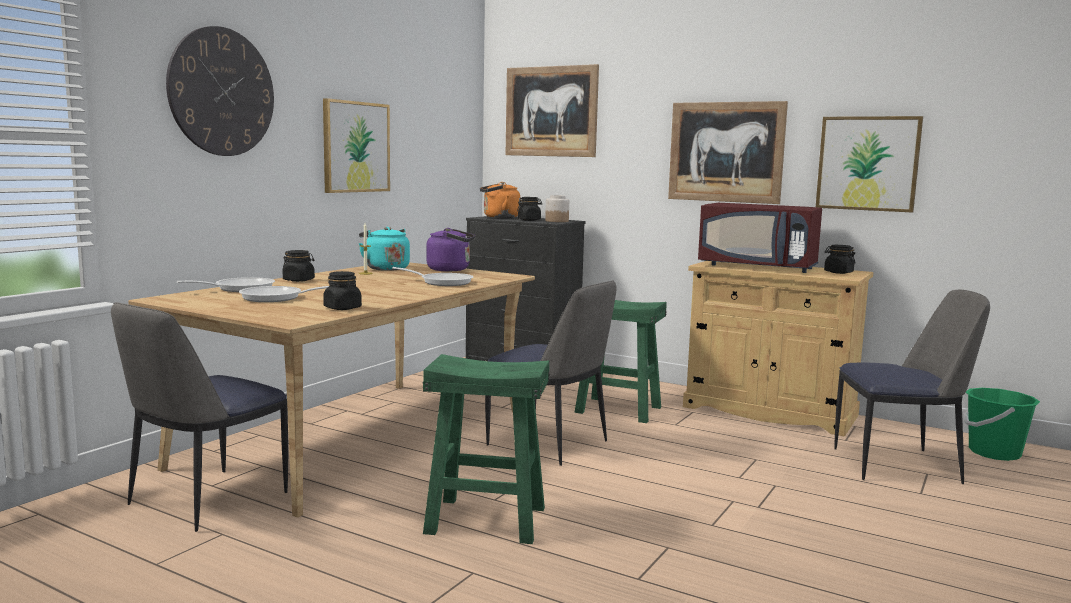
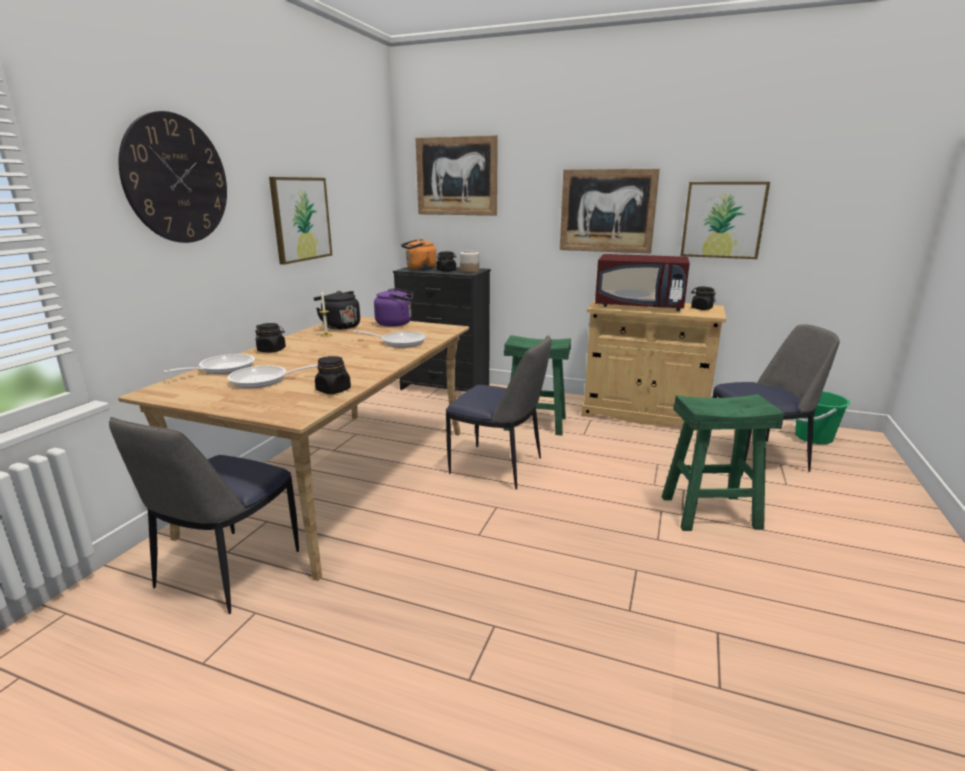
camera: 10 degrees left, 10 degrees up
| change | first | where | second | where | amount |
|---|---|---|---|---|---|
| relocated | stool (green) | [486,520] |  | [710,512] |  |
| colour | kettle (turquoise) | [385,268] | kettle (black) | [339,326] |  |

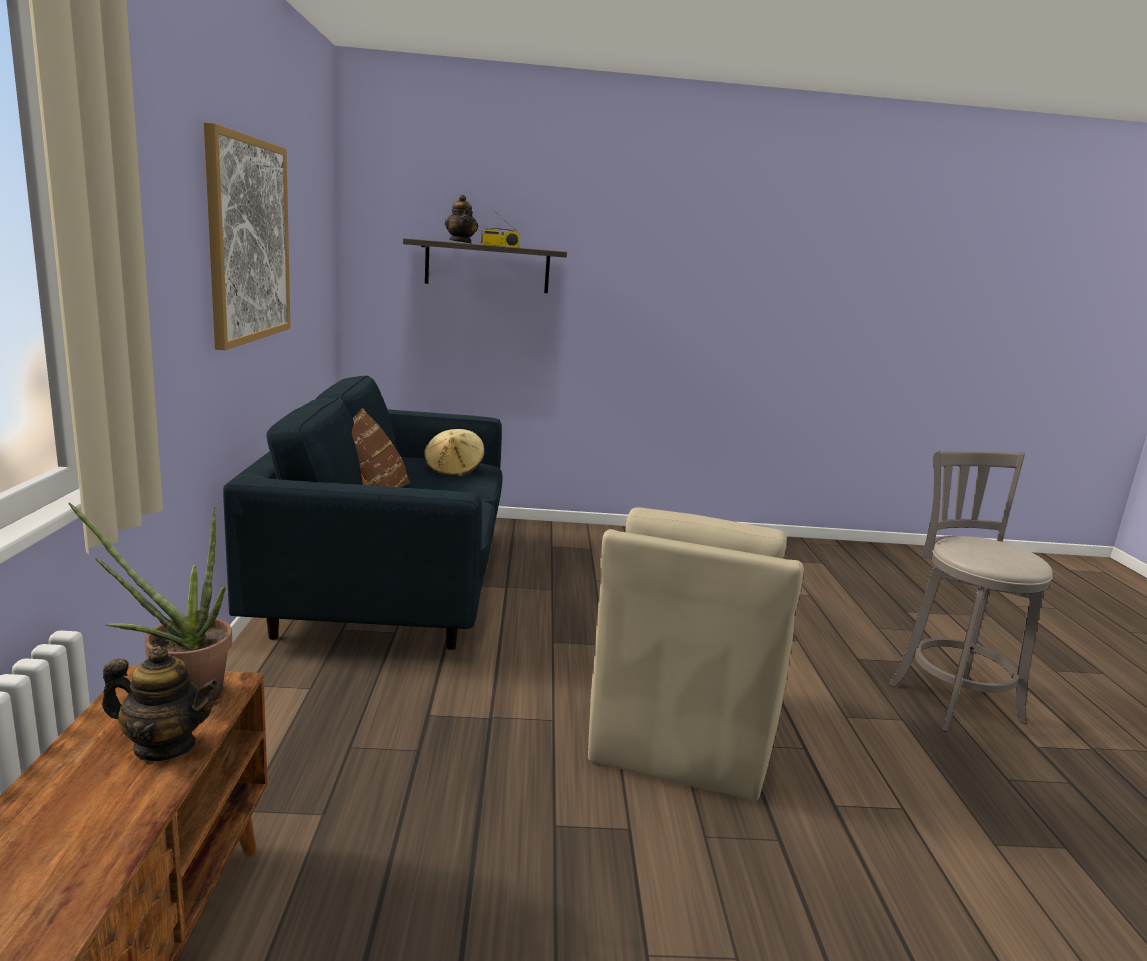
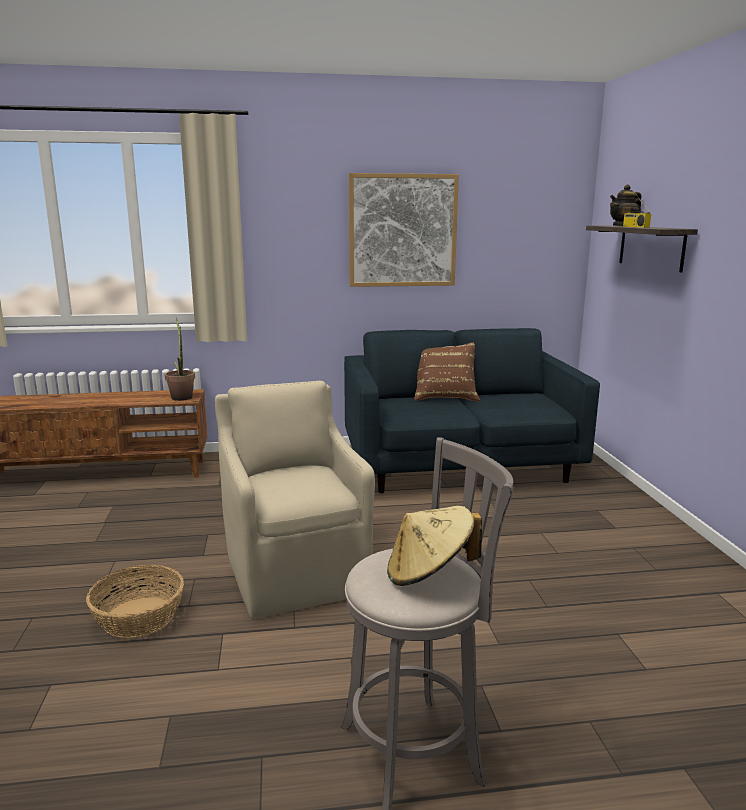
camera: 85 degrees right, 0 degrees up
| change | first | where | second | where | amount |
|---|---|---|---|---|---|
| missing | teapot | [165,746] |  |  |  |
| appeared |  |  | basket | [140,617] |  |
| relocated | hat (beige) | [454,470] |  | [429,573] |  |
| spun | armchair (beige) | [680,738] |  | [296,571] | 60 degrees clockwise |

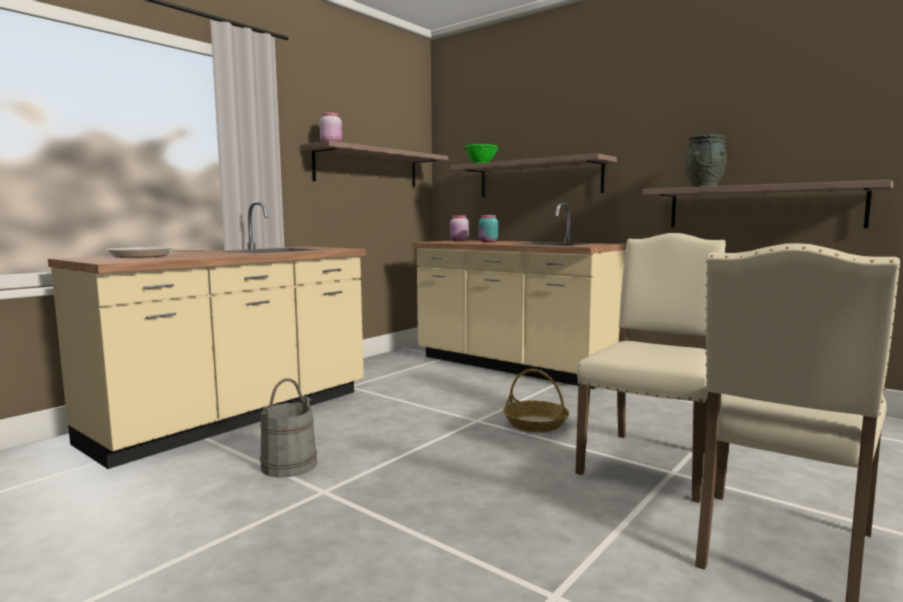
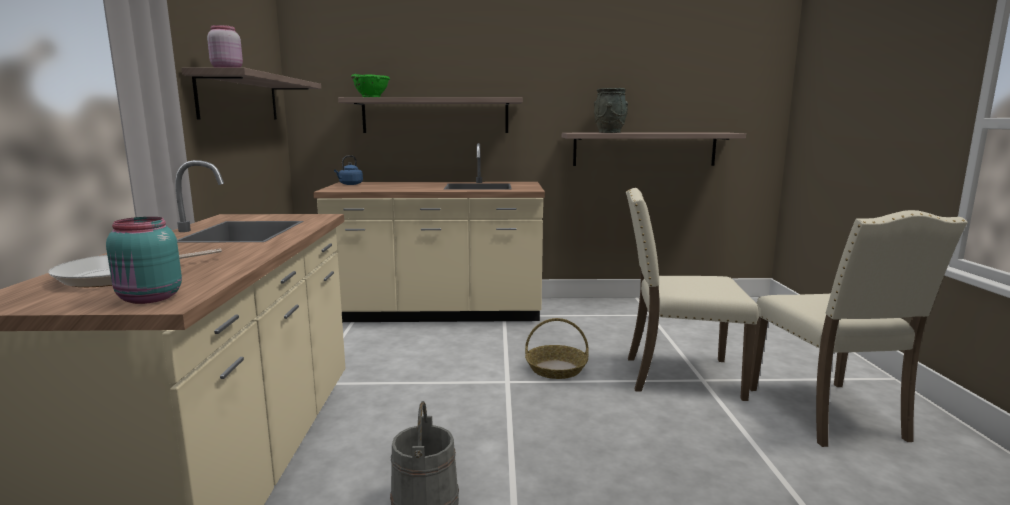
camera: 40 degrees left, 5 degrees up
| change | first | where | second | where | amount |
|---|---|---|---|---|---|
| relocated | jar (turquoise) | [488,241] |  | [149,298] |  |
| exchanged | jar (pink) | [459,240] | kettle (blue) | [350,184] |  |
| spun | chair (beige) | [650,462] |  | [679,376] | 75 degrees counterclockwise |

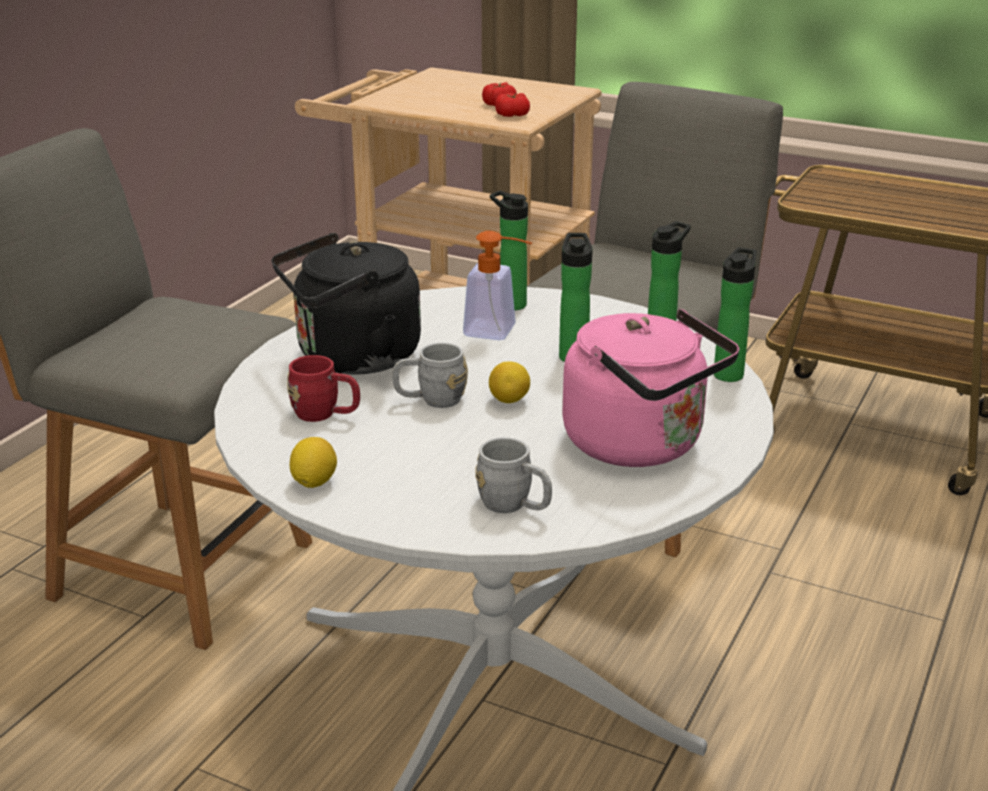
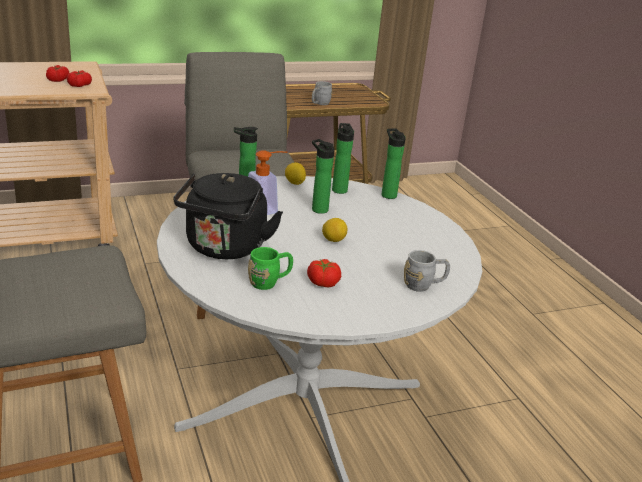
camera: 50 degrees left, 0 degrees up
| change | first | where | second | where | amount |
|---|---|---|---|---|---|
| missing | kettle (pink) | [641,445] |  |  |  |
| appeared |  |  | tomato | [323,282] |  |
| relocated | lemon | [314,482] |  | [294,183] |  |
| relocated | mug (grey) | [431,400] |  | [319,103] |  |
| colour | mug (red) | [325,414] | mug (green) | [270,282] |  |

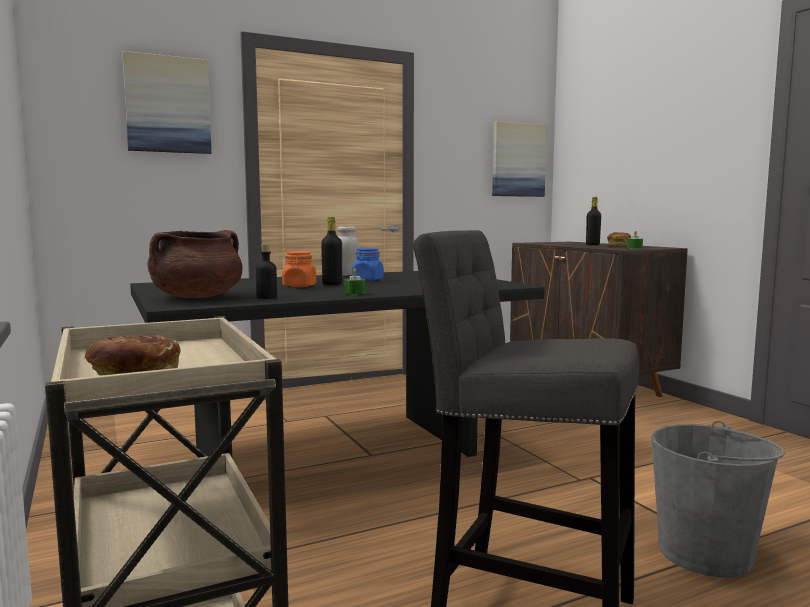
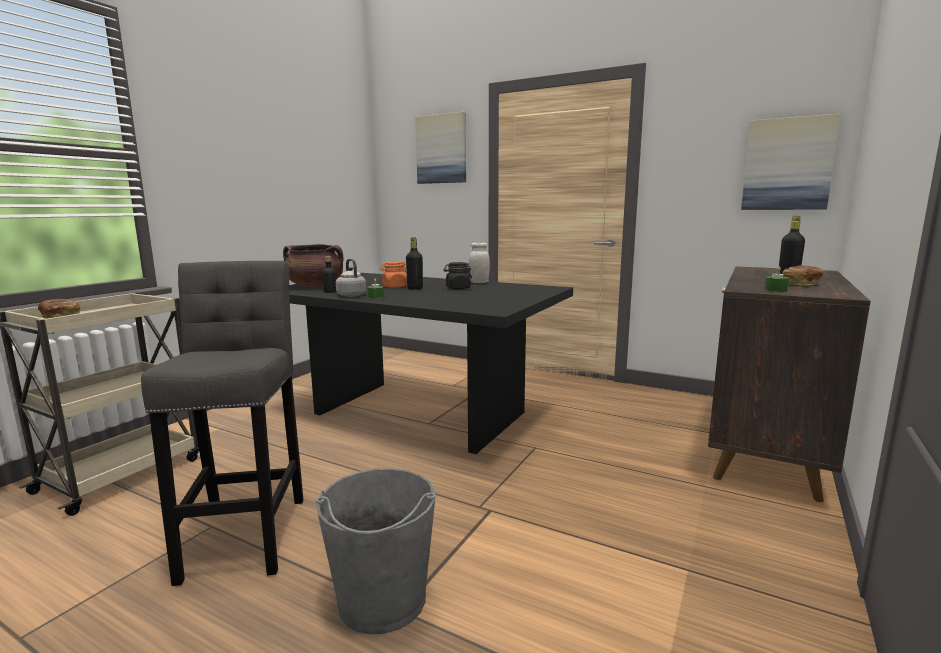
camera: 55 degrees right, 5 degrees up
| change | first | where | second | where | amount |
|---|---|---|---|---|---|
| appeared |  |  | kettle (grey) | [351,295] |  |
| colour | jar (blue) | [367,280] | jar (black) | [457,288] |  |

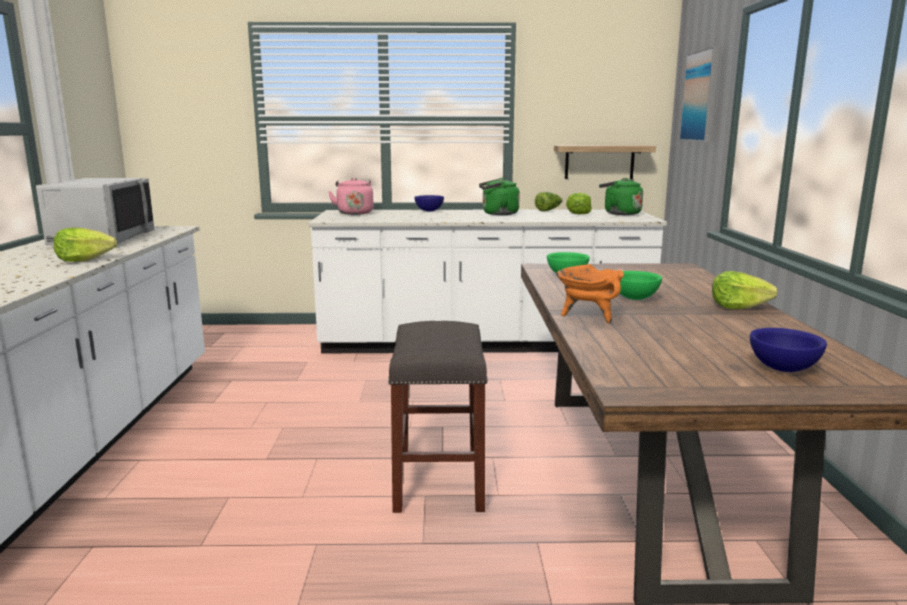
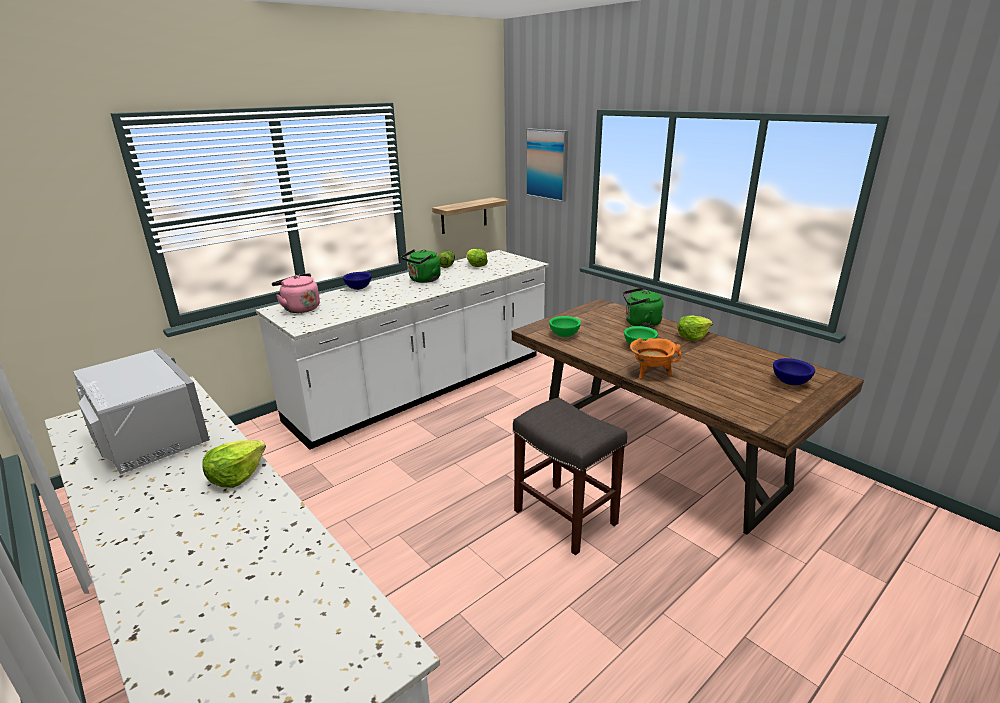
camera: 40 degrees left, 10 degrees up
| change | first | where | second | where | amount |
|---|---|---|---|---|---|
| relocated | kettle (green) | [619,213] |  | [640,323] |  |

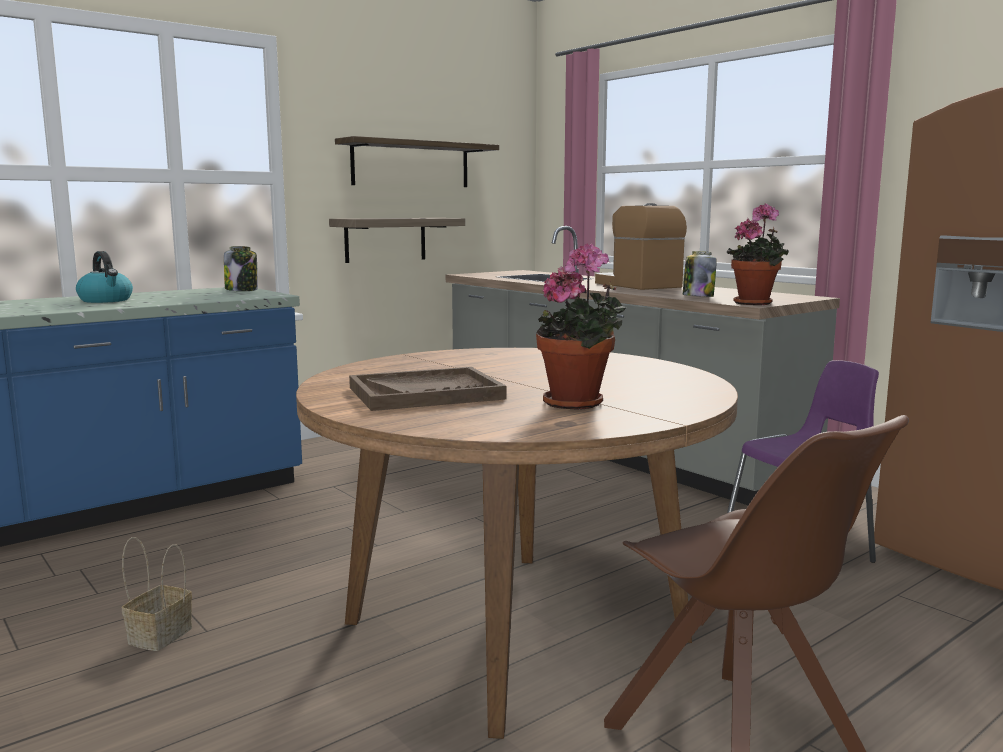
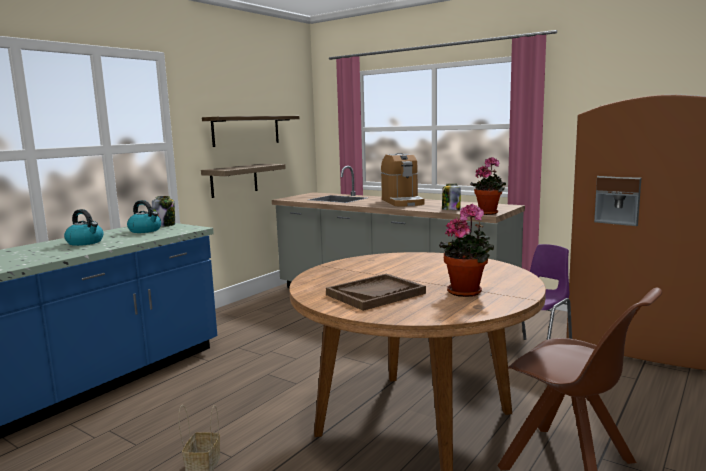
camera: 15 degrees left, 0 degrees up
| change | first | where | second | where | amount |
|---|---|---|---|---|---|
| appeared |  |  | kettle | [145,230] |  |
| spun | coffee machine | [637,285] |  | [402,202] | 150 degrees counterclockwise |

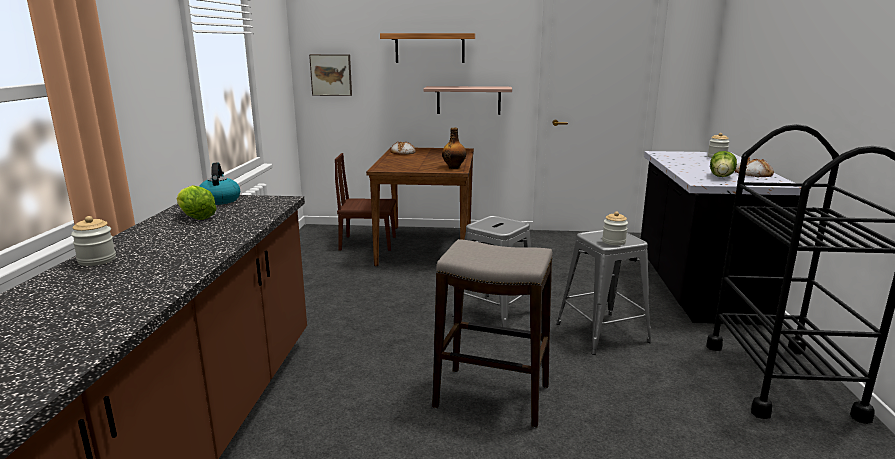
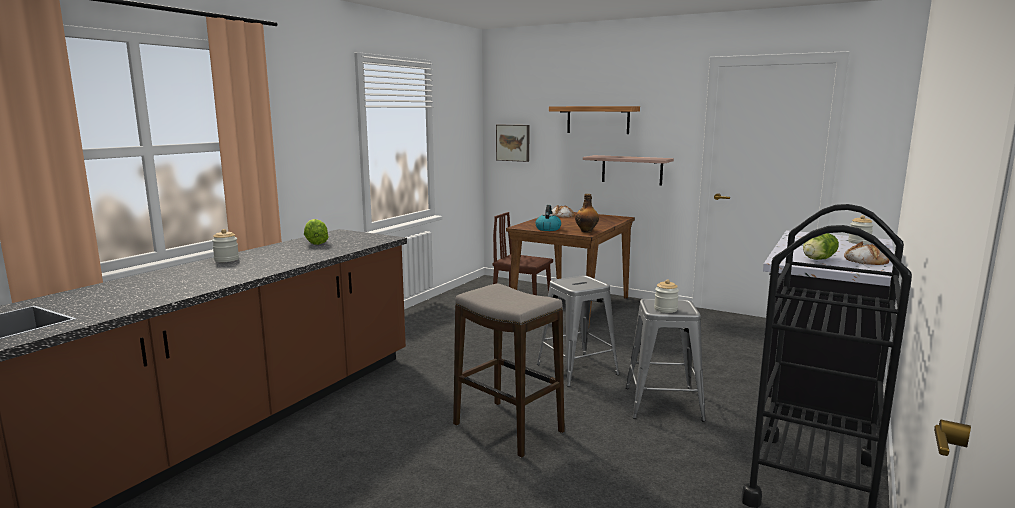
camera: 25 degrees right, 5 degrees down
| change | first | where | second | where | amount |
|---|---|---|---|---|---|
| relocated | kettle | [220,200] |  | [548,229] |  |

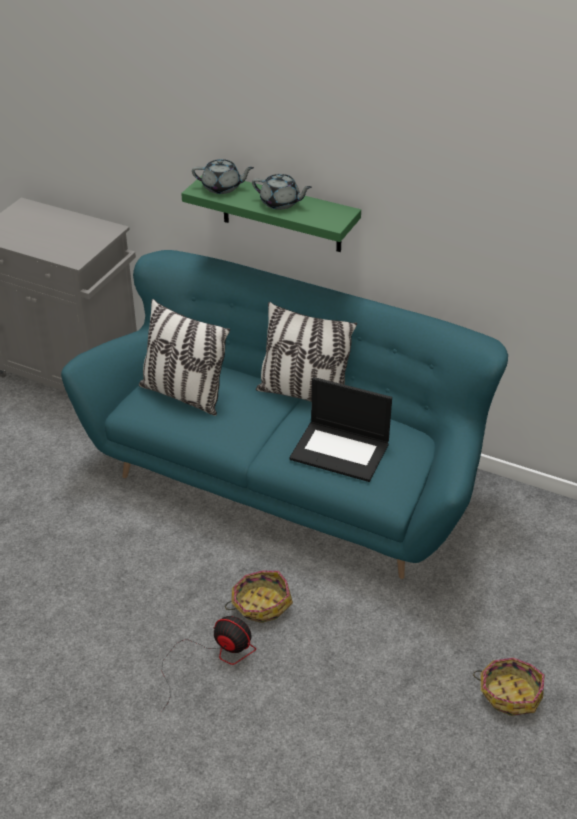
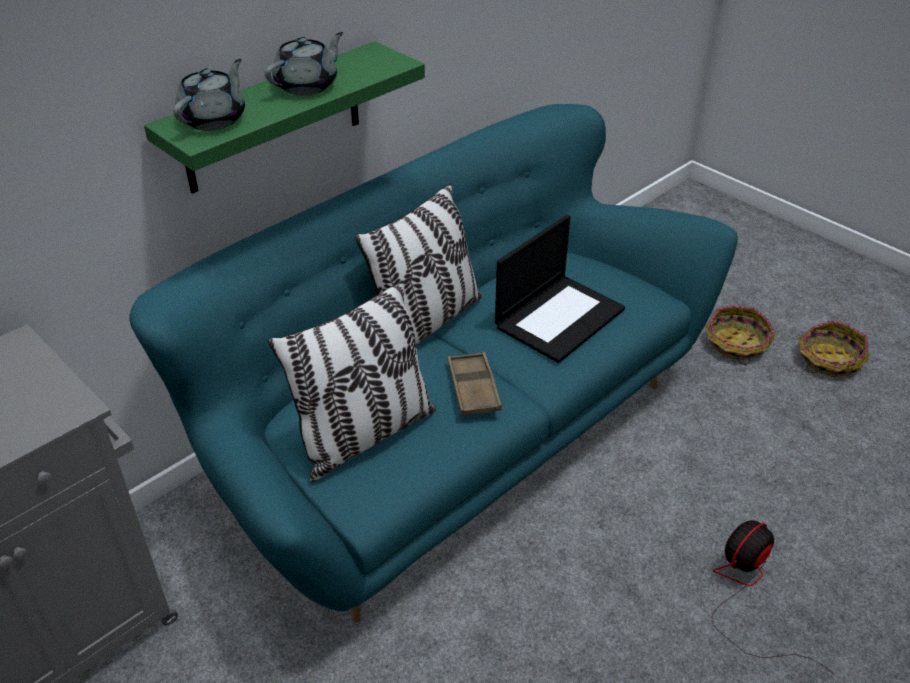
camera: 70 degrees left, 0 degrees up
| change | first | where | second | where | amount |
|---|---|---|---|---|---|
| appeared |  |  | tray (brown) | [473,388] |  |
| relocated | basket | [260,604] |  | [736,344] |  |

